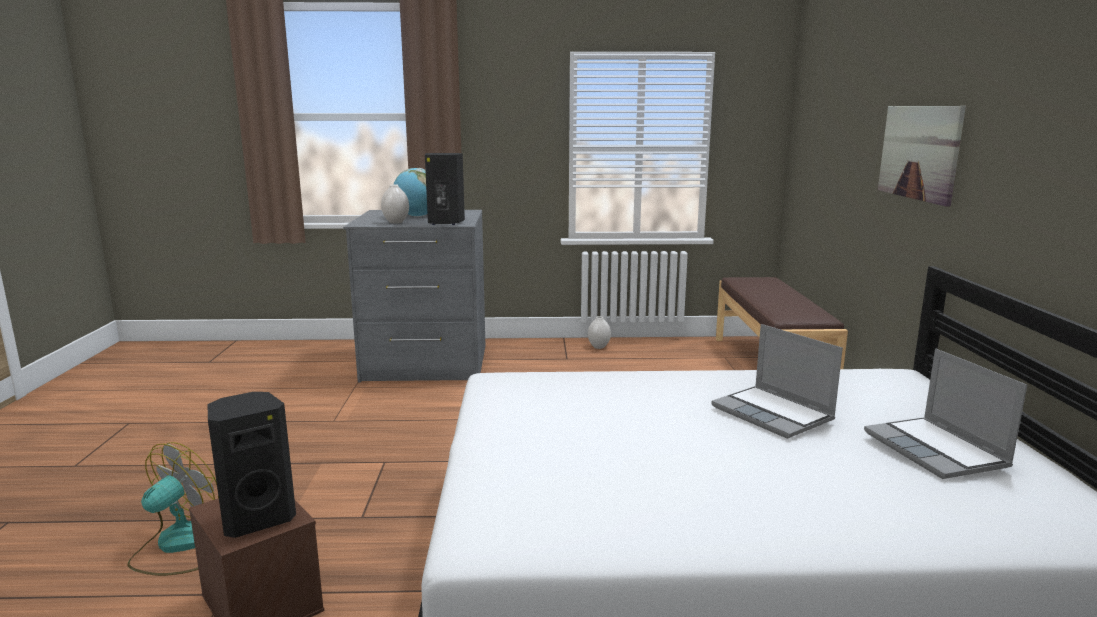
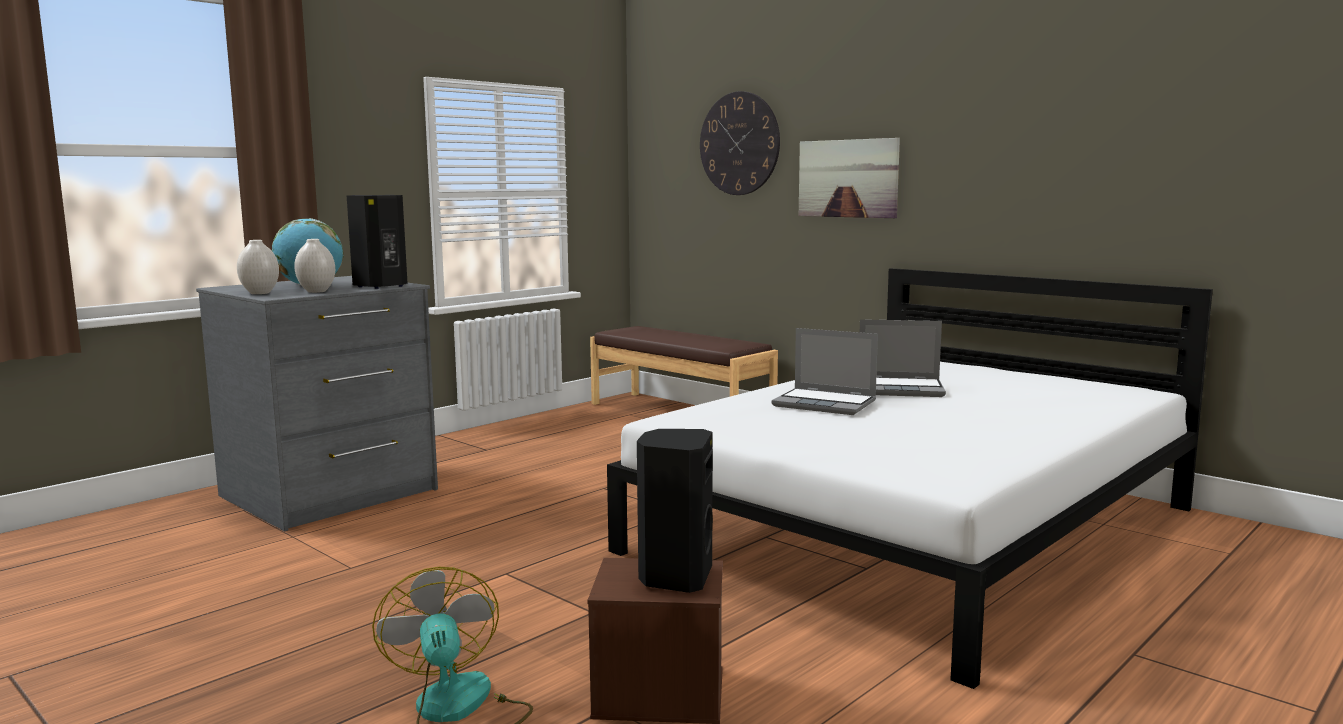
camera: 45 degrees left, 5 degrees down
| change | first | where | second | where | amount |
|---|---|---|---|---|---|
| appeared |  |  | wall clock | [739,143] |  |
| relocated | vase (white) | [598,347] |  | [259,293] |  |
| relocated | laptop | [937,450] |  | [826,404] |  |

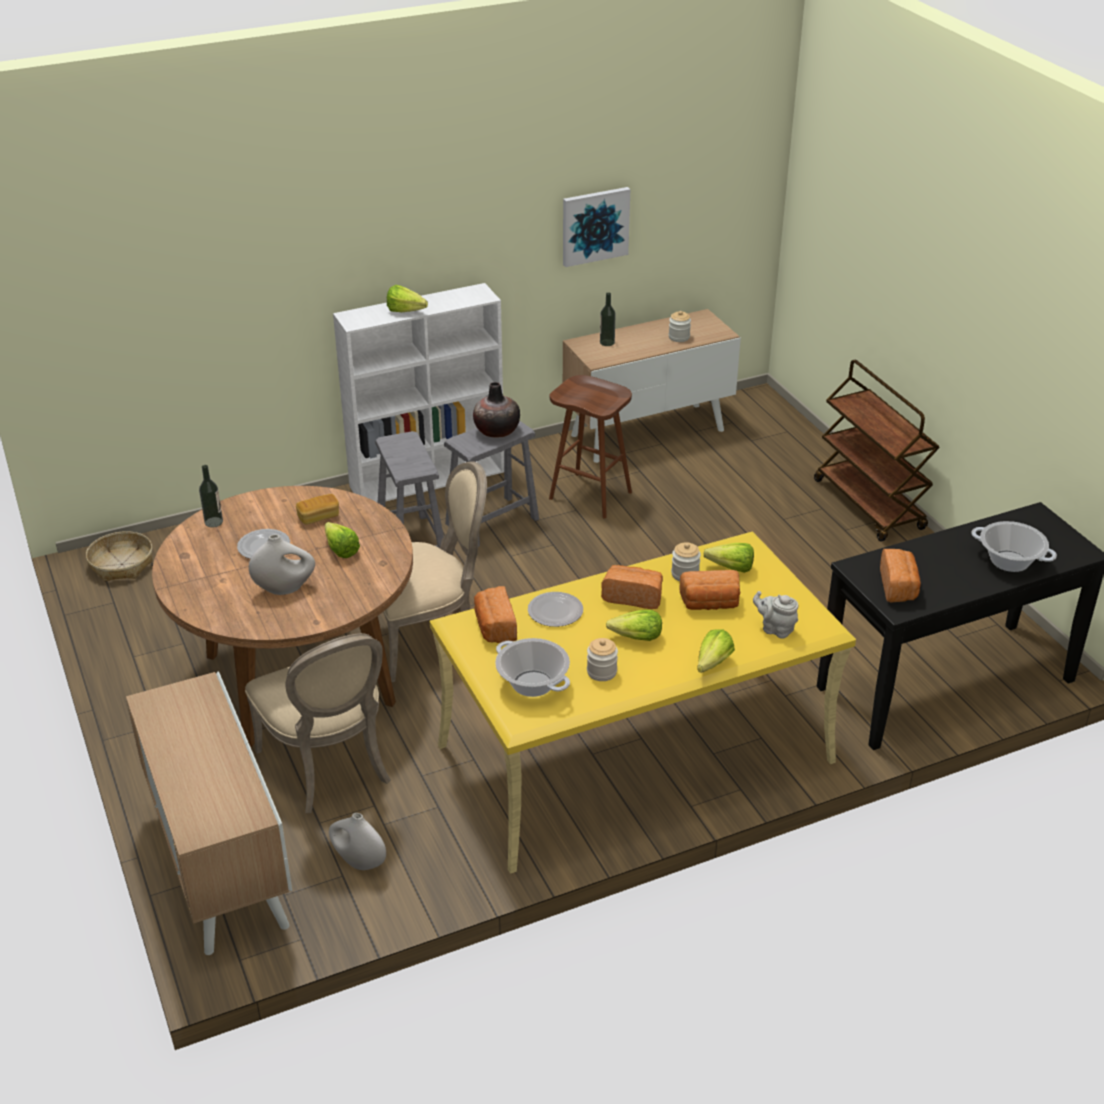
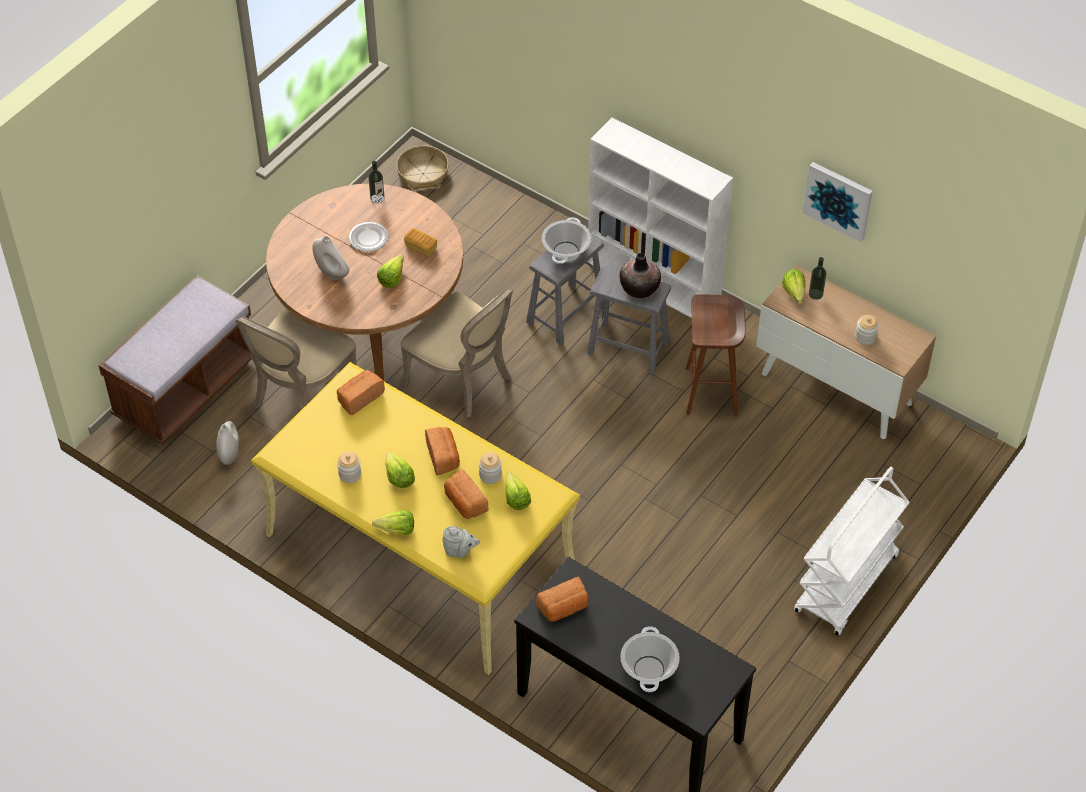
camera: 60 degrees right, 15 degrees up
| change | first | where | second | where | amount |
|---|---|---|---|---|---|
| missing | plate | [555,611] |  |  |  |
| relocated | lettuce | [408,312] |  | [794,296] |  |
| relocated | cooking pot | [532,684] |  | [566,251] |  |
| exchanged | cabinet | [219,866] | bench (brown) | [186,389] |  |
| colour | cart (brown) | [869,505] | cart (white) | [846,585] |  |
| spun | teapot (grey) | [775,629] |  | [459,551] | 105 degrees clockwise |

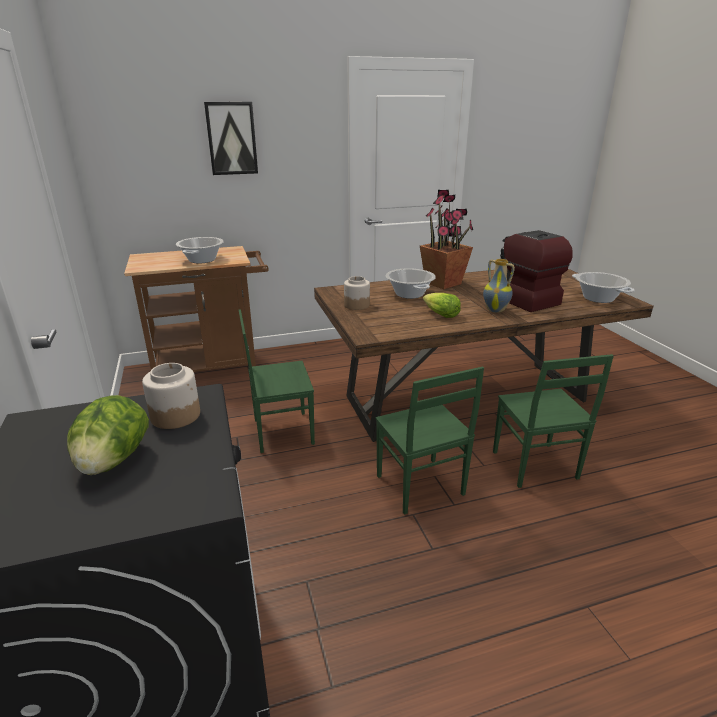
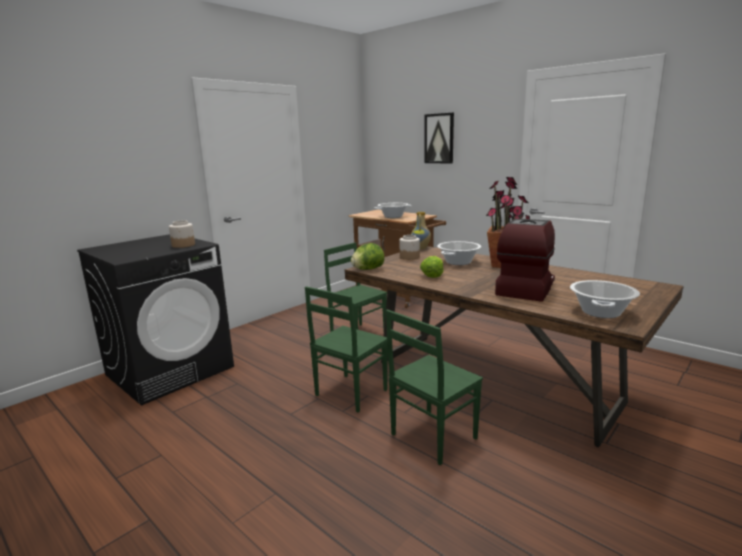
camera: 60 degrees right, 10 degrees down
| change | first | where | second | where | amount |
|---|---|---|---|---|---|
| relocated | lettuce | [113,461] |  | [367,269] |  |
| relocated | vase | [496,310] |  | [421,248] |  |

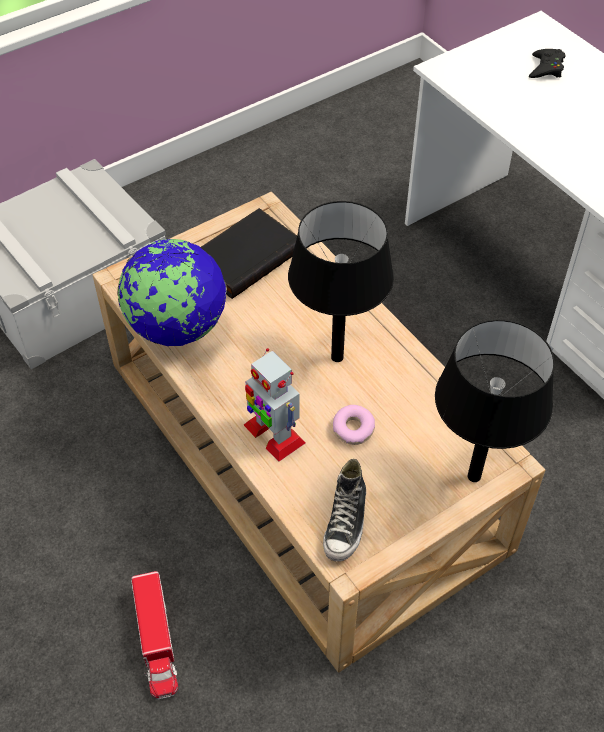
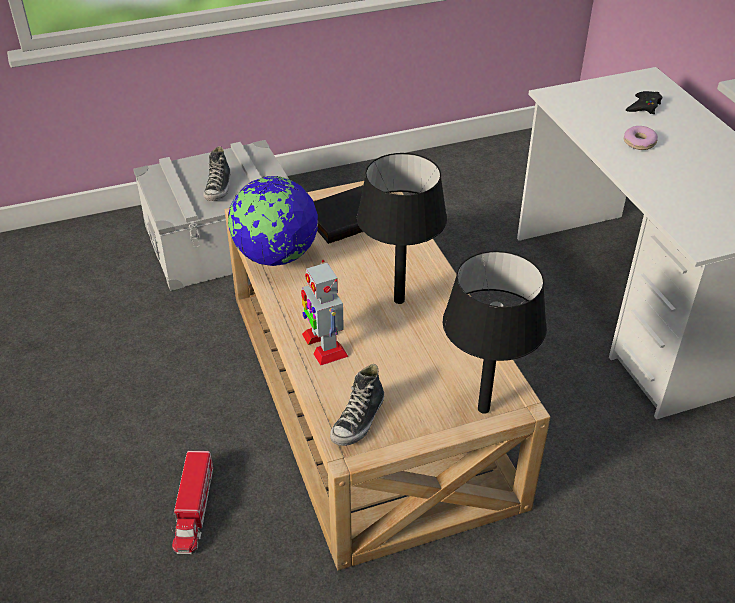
camera: 15 degrees right, 10 degrees down
| change | first | where | second | where | amount |
|---|---|---|---|---|---|
| appeared |  |  | shoe | [218,188] |  |
| relocated | donut | [353,429] |  | [639,143] |  |

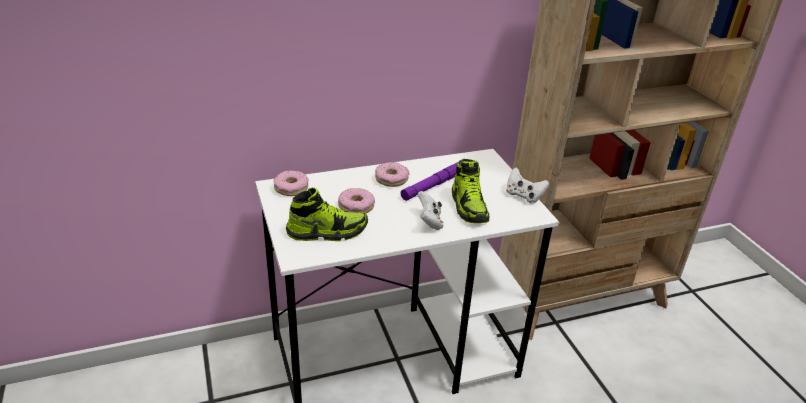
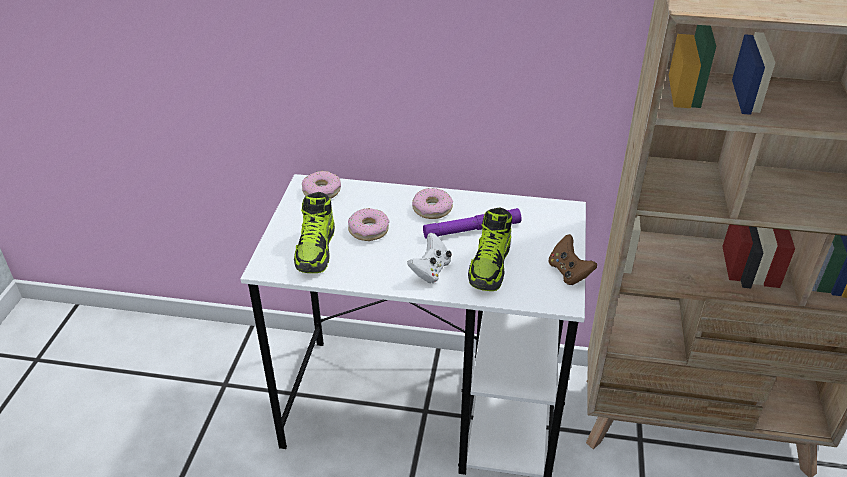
camera: 30 degrees right, 5 degrees up
| change | first | where | second | where | amount |
|---|---|---|---|---|---|
| colour | game controller (white) | [524,196] | game controller (brown) | [568,272] |  |
| spun | shoe | [327,232] |  | [316,250] | 75 degrees clockwise |

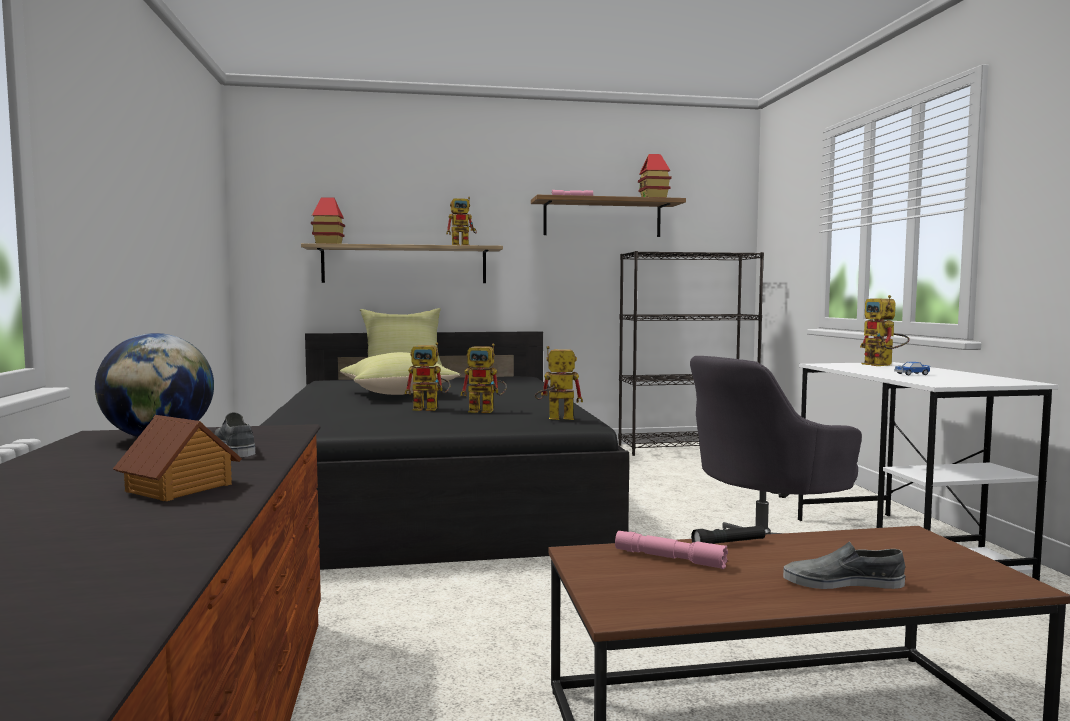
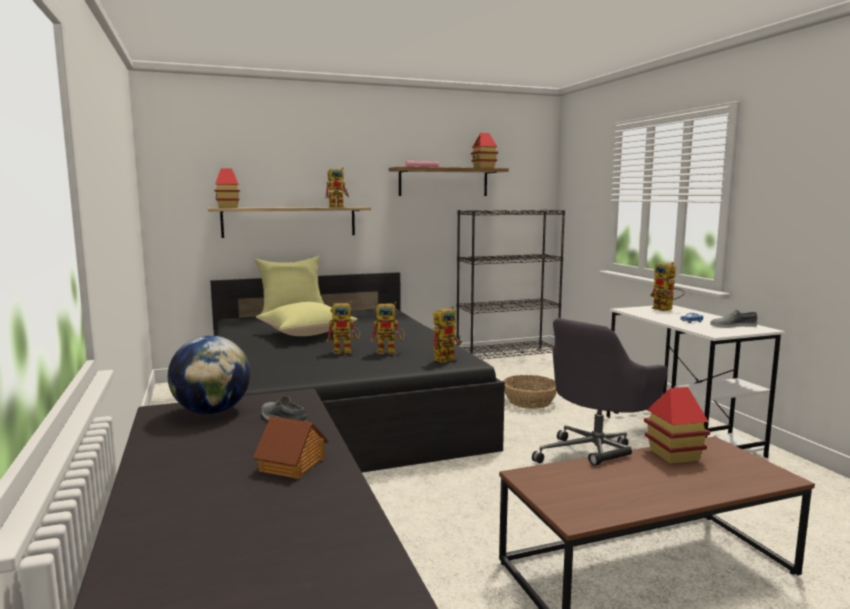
camera: 10 degrees left, 5 degrees up
| change | first | where | second | where | amount |
|---|---|---|---|---|---|
| missing | flashlight (pink) | [669,559] |  |  |  |
| appeared |  |  | basket | [529,401] |  |
| appeared |  |  | toy house | [673,455] |  |
| relocated | shoe (grey) | [842,582] |  | [732,326] |  |
| spun | toy robot | [555,419] |  | [447,358] | 150 degrees clockwise |

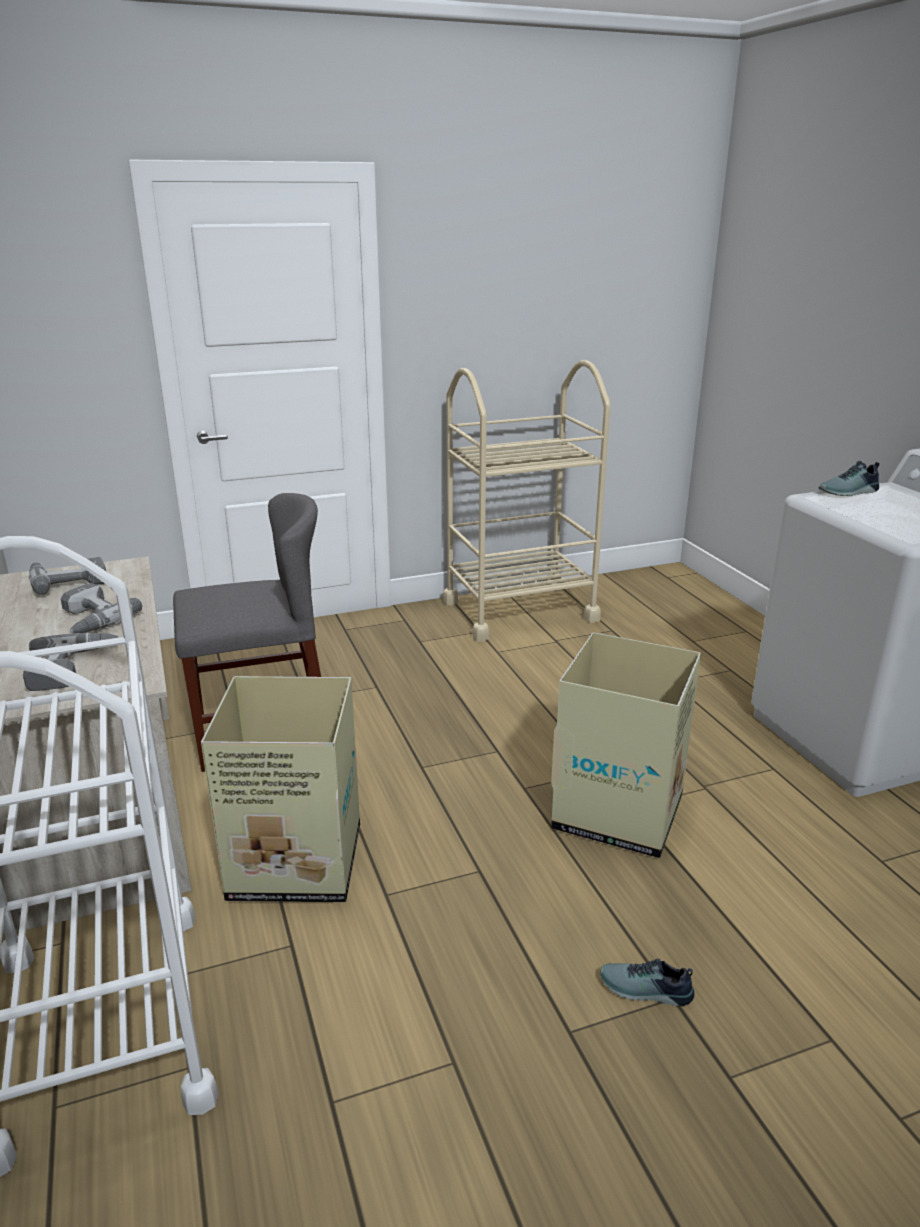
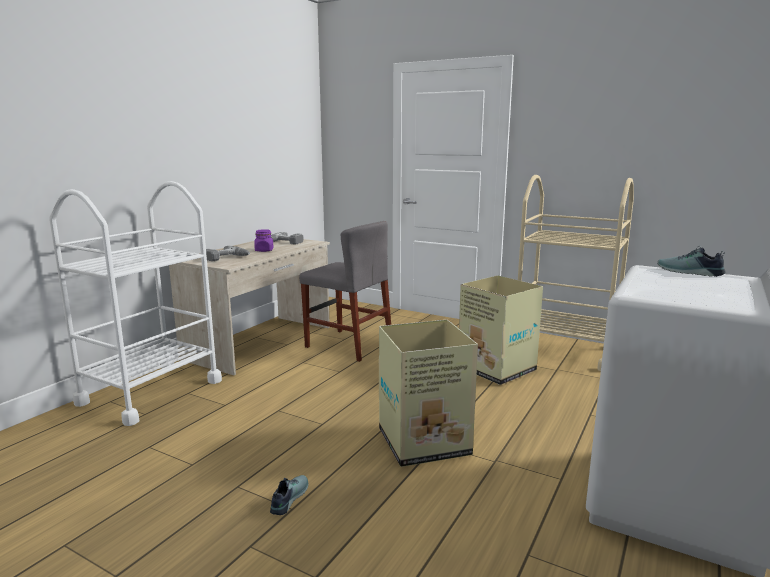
camera: 50 degrees right, 10 degrees down
| change | first | where | second | where | amount |
|---|---|---|---|---|---|
| relocated | cardboard box | [293,862] |  | [495,369] |  |
| exchanged | power drill | [90,619] | jar (purple) | [264,250] |  |
| spun | shoe | [645,991] |  | [288,498] | 45 degrees clockwise |

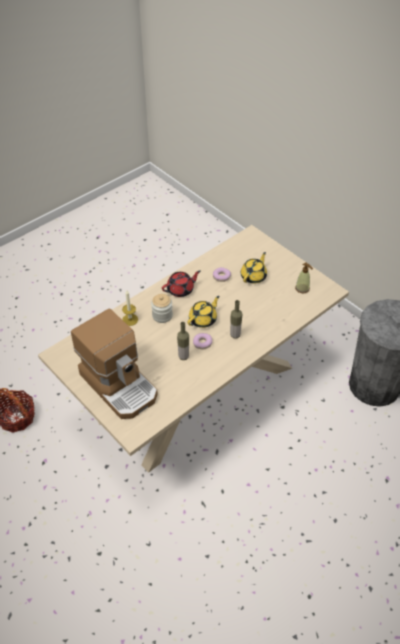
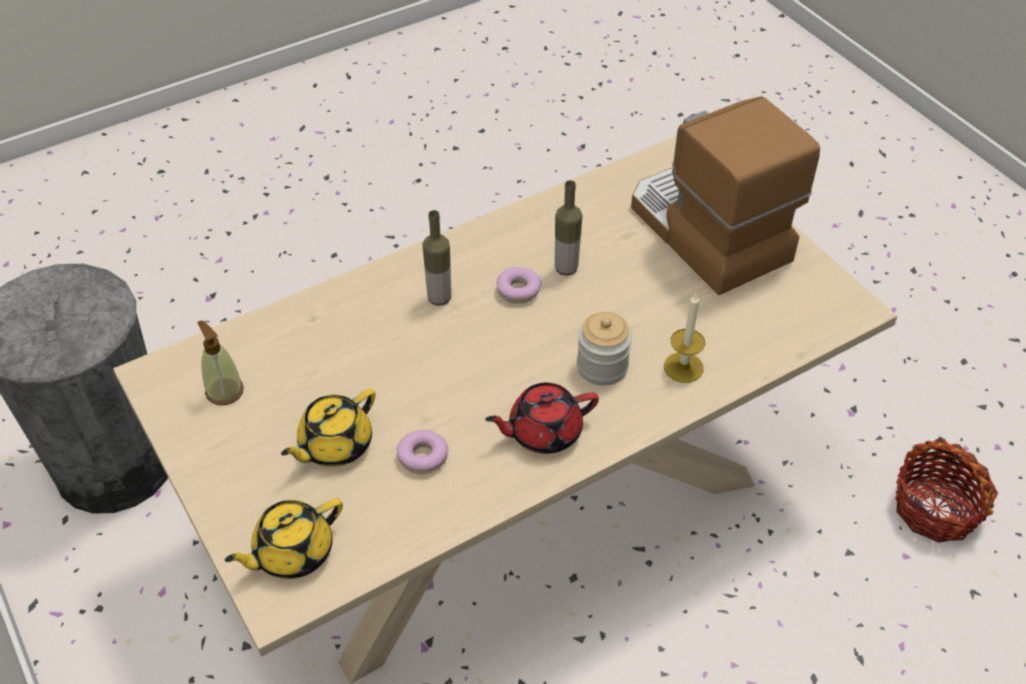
camera: 170 degrees left, 0 degrees up
| change | first | where | second | where | amount |
|---|---|---|---|---|---|
| relocated | teapot (yellow) | [203,319] |  | [292,552] |  |

